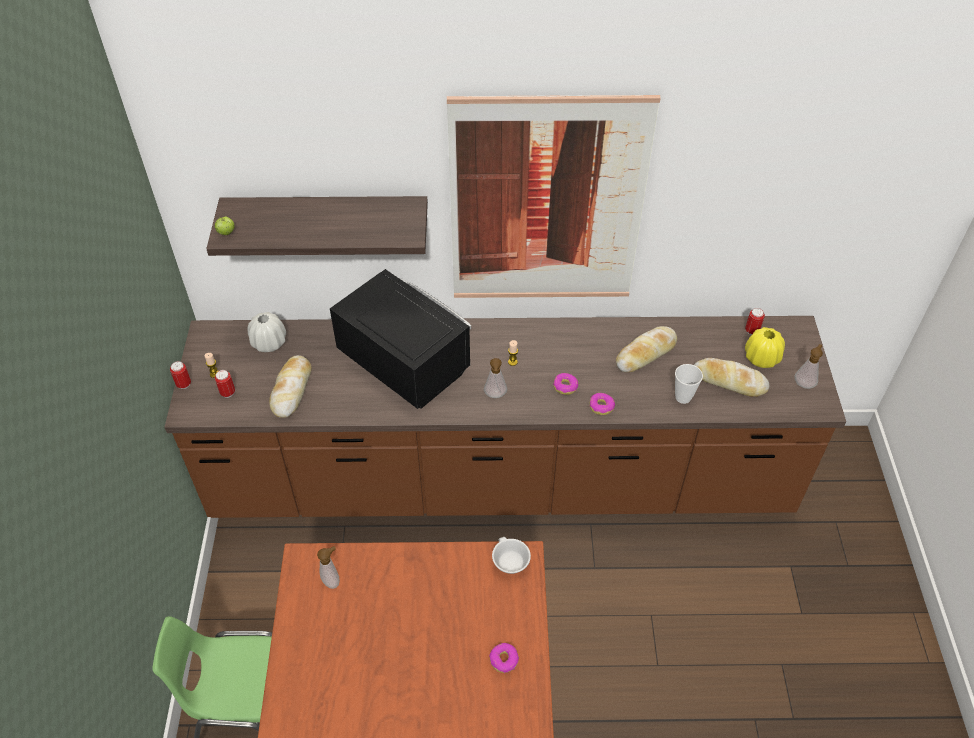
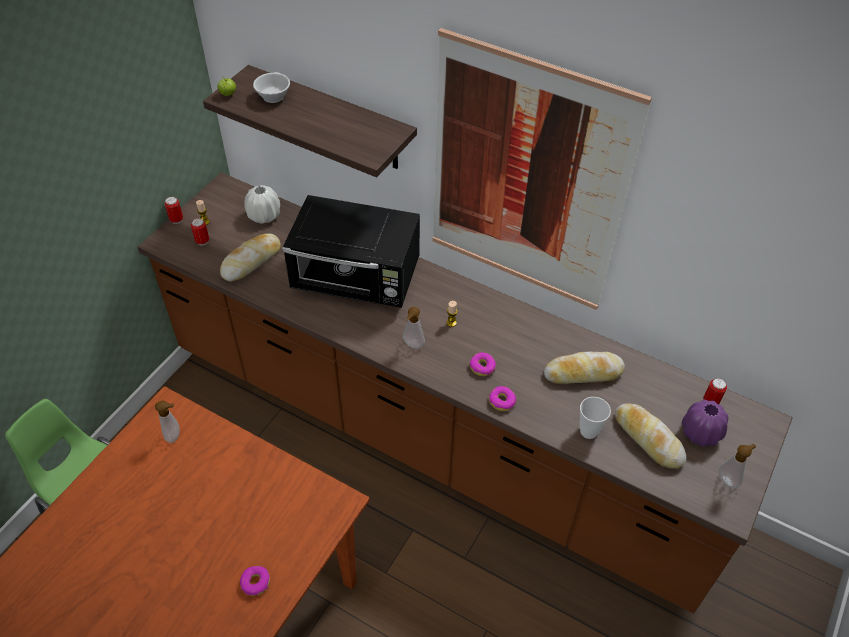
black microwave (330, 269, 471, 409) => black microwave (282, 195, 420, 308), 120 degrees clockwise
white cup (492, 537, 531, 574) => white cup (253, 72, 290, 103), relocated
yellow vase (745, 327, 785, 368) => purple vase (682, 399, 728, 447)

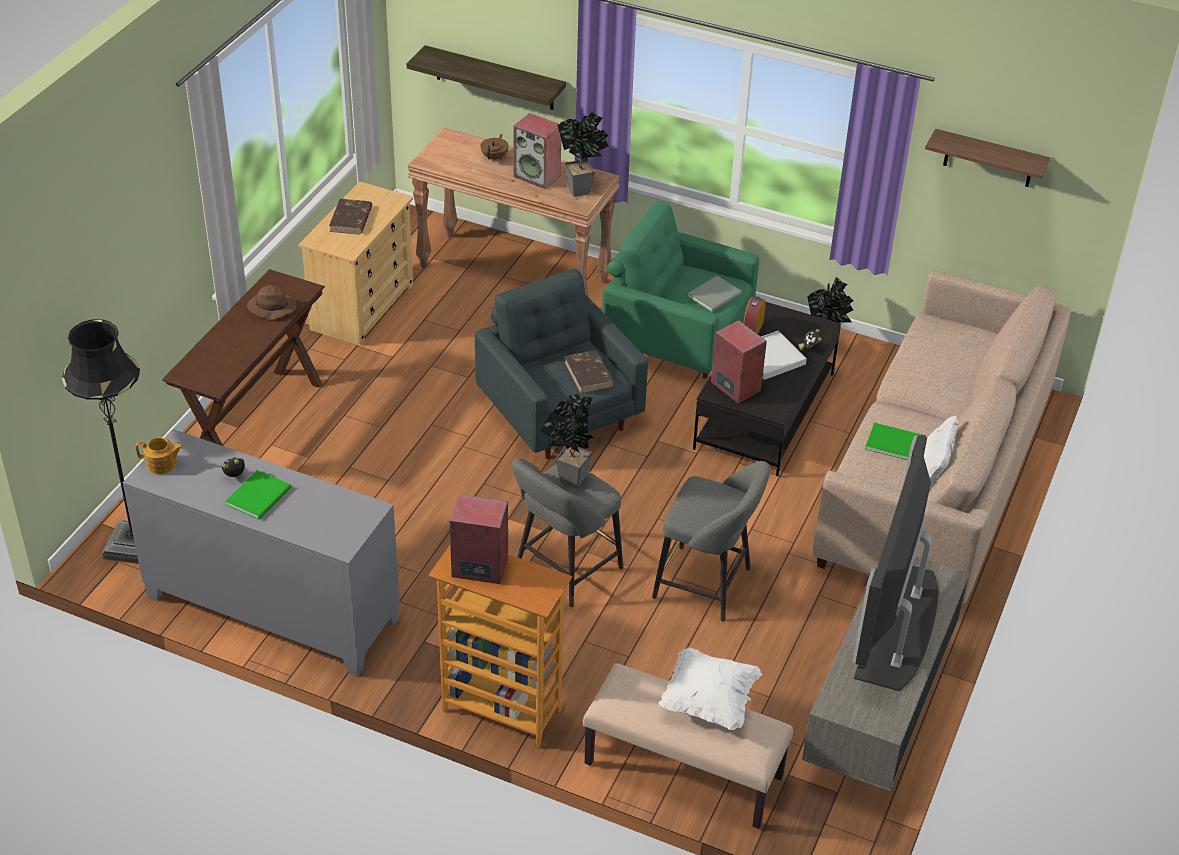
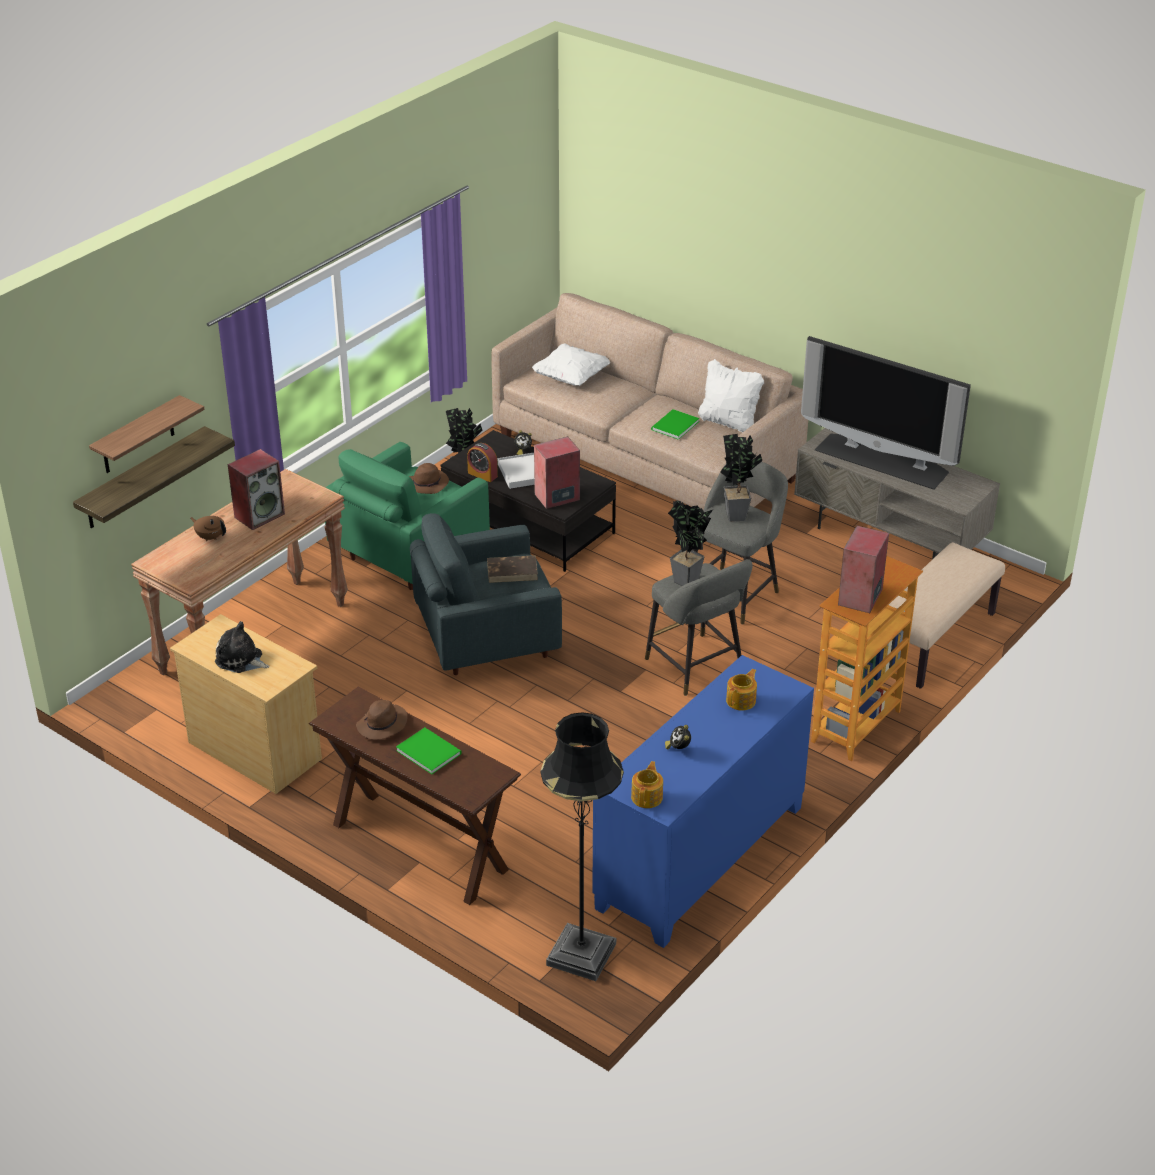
grey cabinet (123, 429, 400, 677) => blue cabinet (592, 655, 814, 948)
green book (225, 470, 291, 520) => green book (396, 728, 462, 774), relocated
brown book (329, 199, 372, 235) => plush toy (215, 621, 270, 673)
potted plant (557, 110, 608, 197) => potted plant (720, 434, 762, 522), relocated
white pillow (658, 648, 762, 730) => white pillow (532, 343, 610, 386), relocated
grey book (687, 276, 742, 312) => brown hat (409, 463, 449, 494)
shelf (925, 129, 1050, 187) => shelf (89, 395, 205, 473), relocated
nothing => teapot (726, 669, 757, 710)

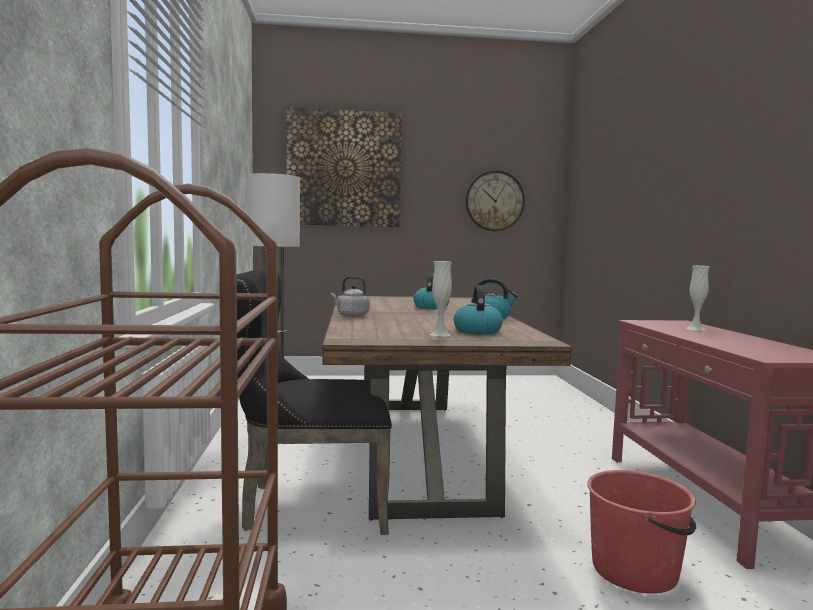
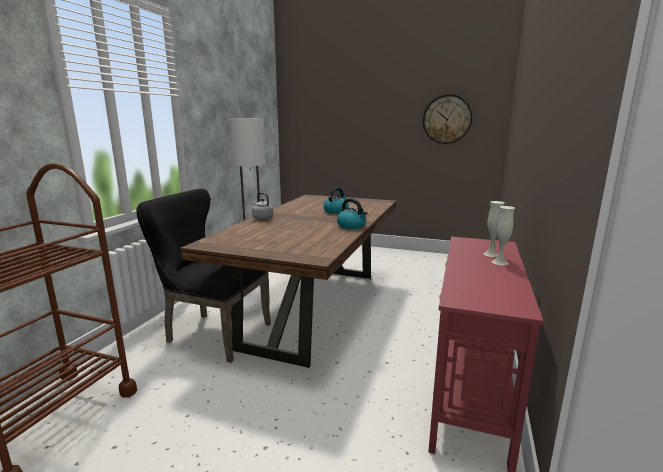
picture (287, 107, 402, 227) => nothing
white vase (430, 261, 452, 336) => white vase (491, 206, 515, 266), relocated
kettle (454, 285, 503, 335) => nothing
red bucket (587, 470, 696, 594) => nothing

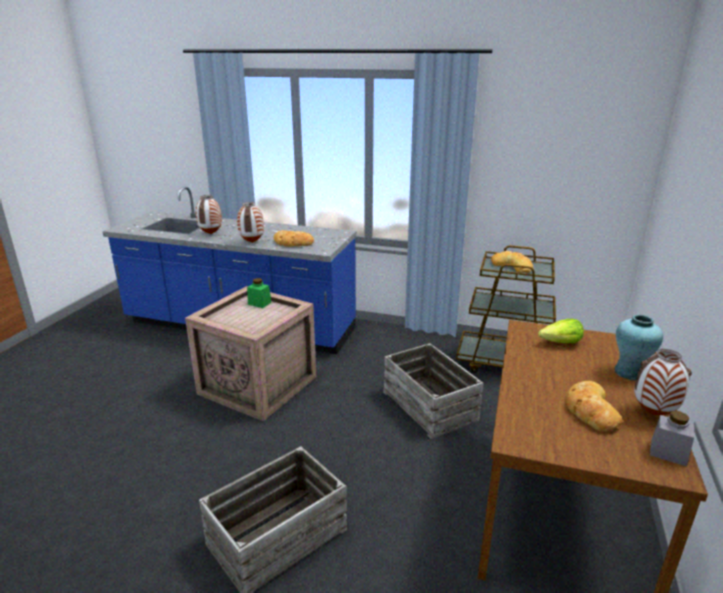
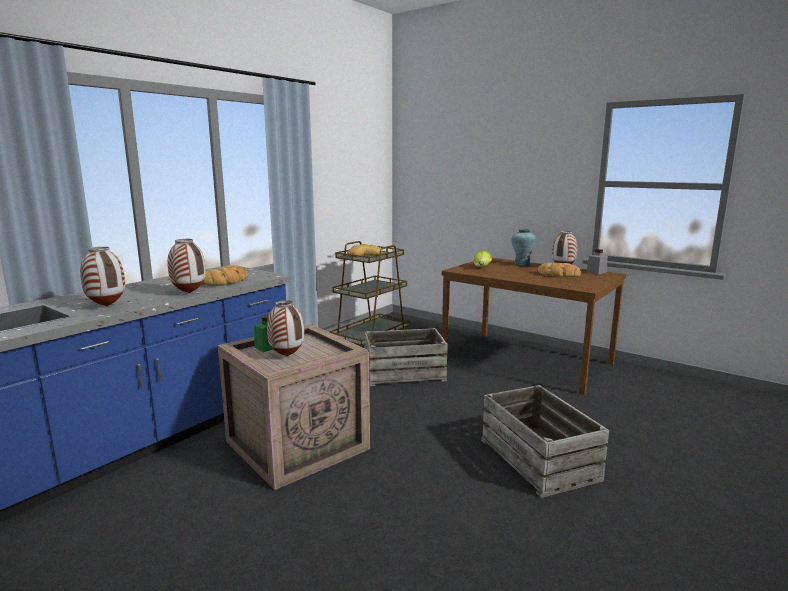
nothing => vase (267, 300, 304, 356)

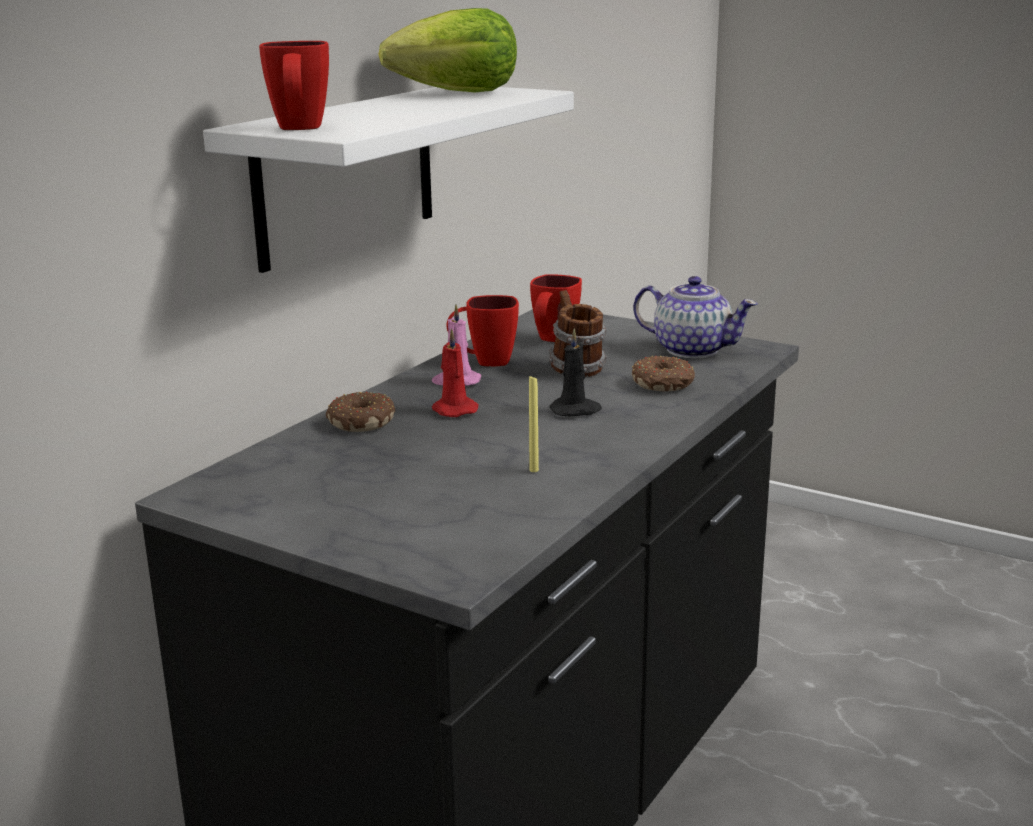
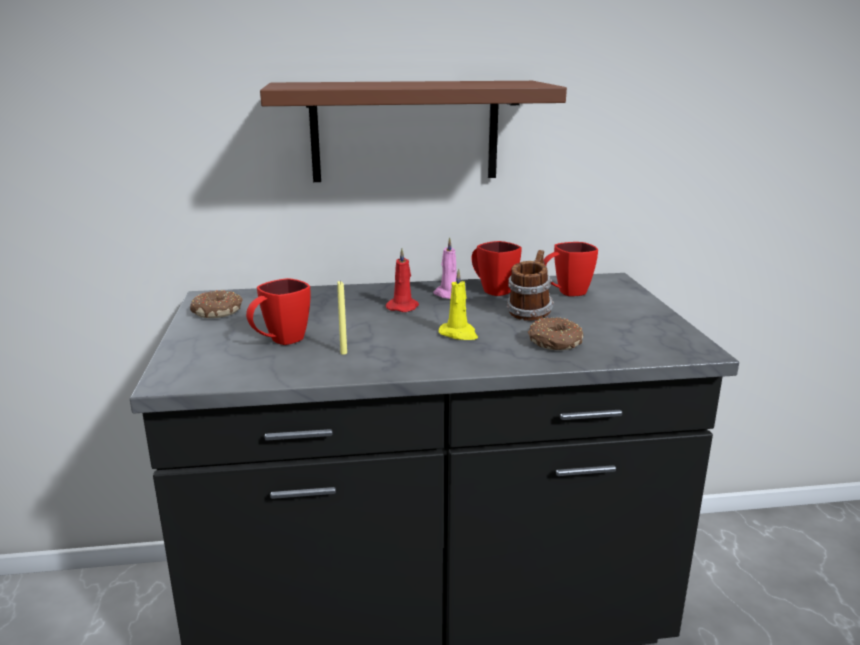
white shelf (203, 87, 574, 273) => brown shelf (260, 81, 567, 182)
red mug (259, 41, 329, 130) => red mug (246, 278, 310, 345), relocated
donut (326, 392, 395, 432) => donut (190, 290, 243, 318), relocated
lettuce (378, 8, 517, 92) => nothing
black candle (549, 328, 602, 416) => yellow candle (438, 269, 478, 340)
teapot (633, 276, 758, 358) => nothing

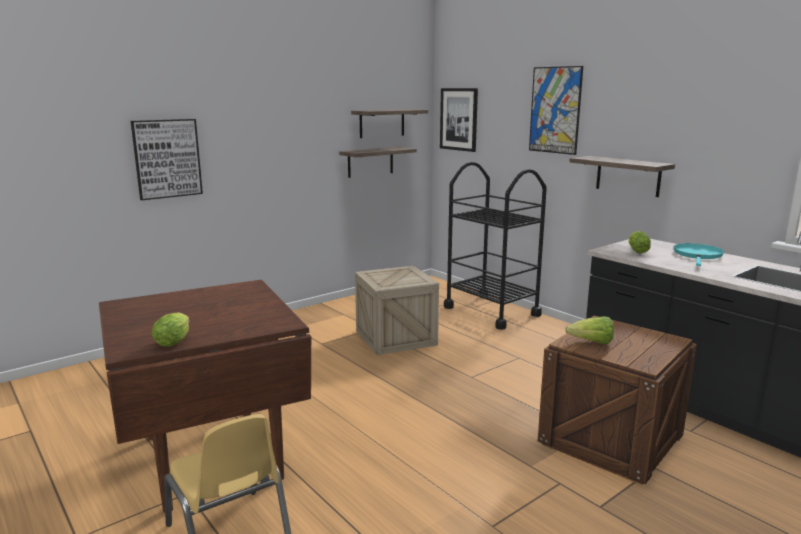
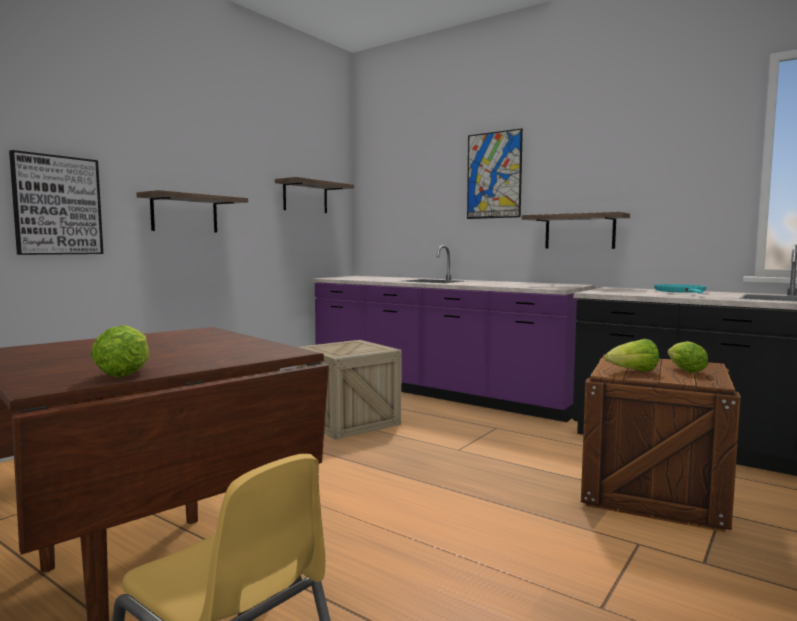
shelf (339, 147, 417, 178) => shelf (136, 190, 248, 232), relocated
picture (440, 88, 478, 152) => nothing
black cart (444, 162, 547, 330) => purple counter (311, 245, 595, 422)
lettuce (628, 231, 651, 253) => lettuce (668, 341, 708, 373), relocated

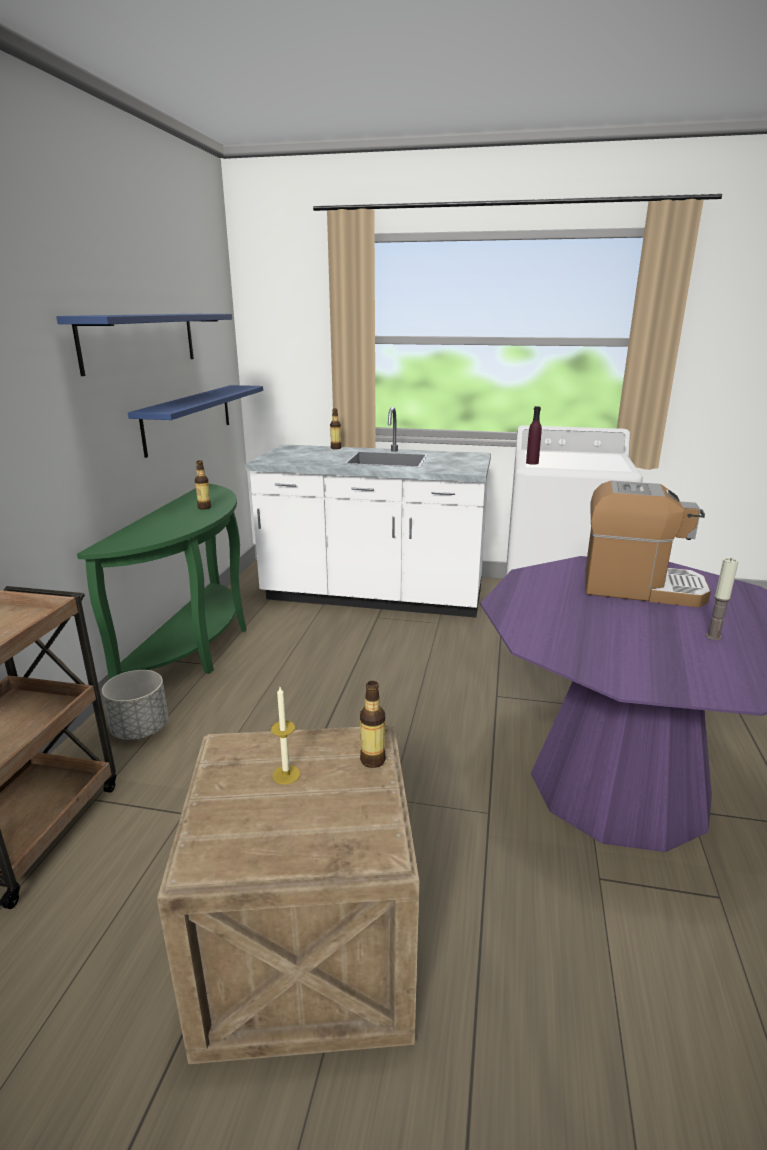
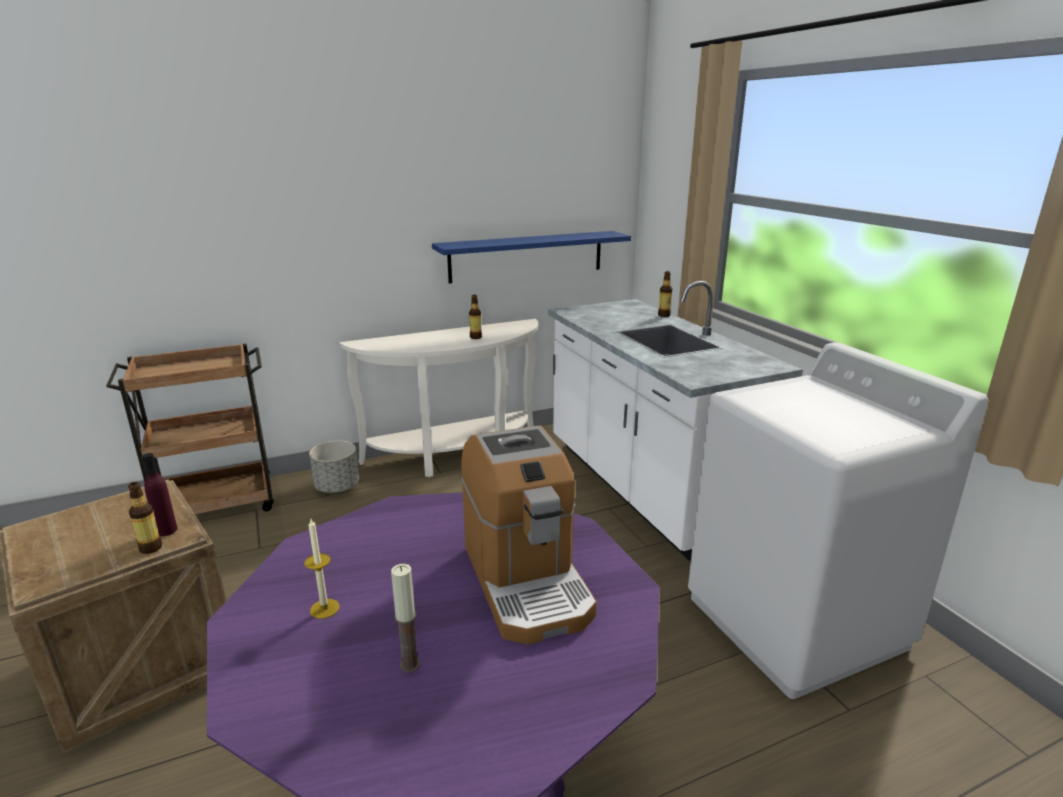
blue shelf (56, 314, 232, 376) => nothing
green console table (77, 484, 247, 680) => white console table (340, 319, 538, 477)
candle (271, 687, 300, 784) => candle (304, 519, 339, 619), relocated
purple bottle (526, 406, 542, 465) => purple bottle (142, 453, 178, 536), relocated

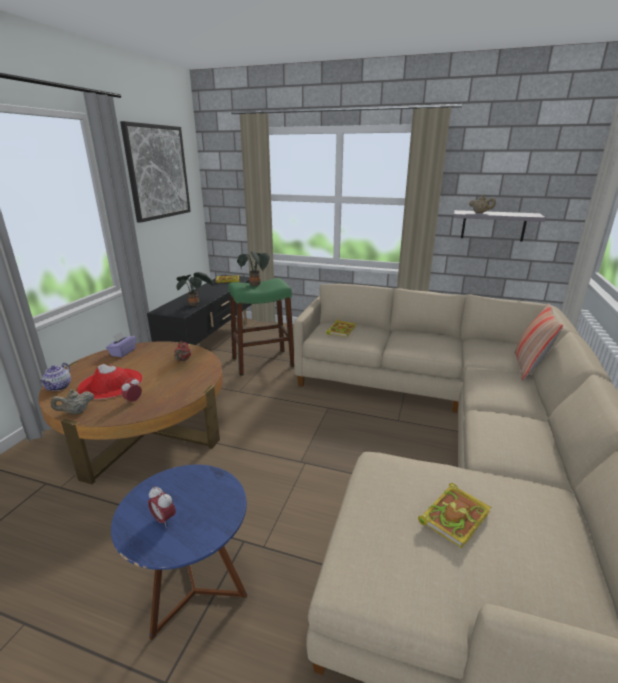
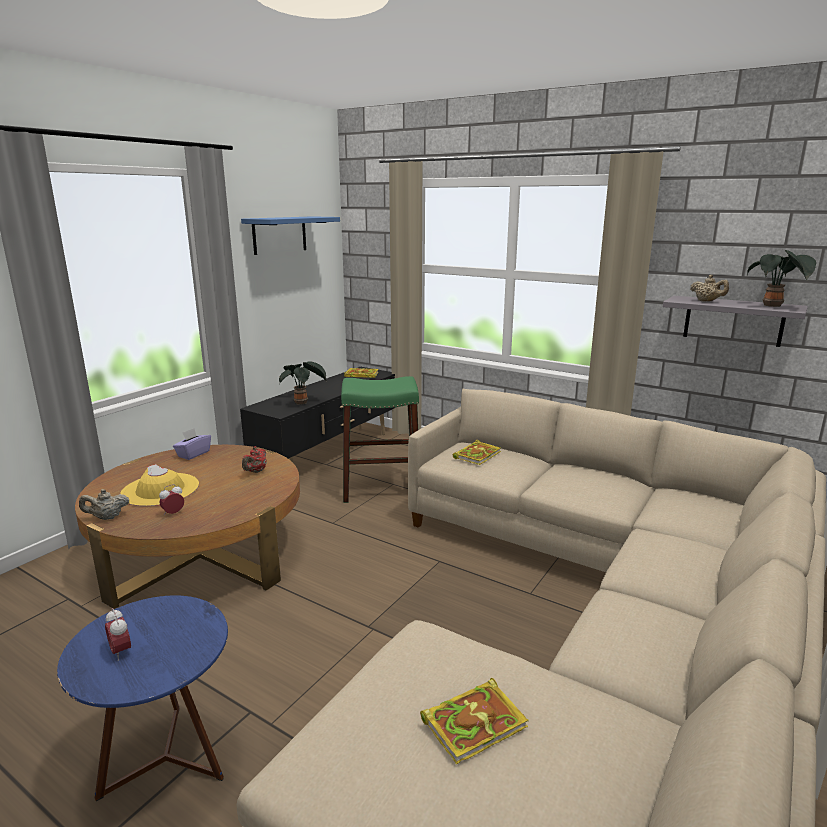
teapot (40, 363, 71, 391) => nothing
red hat (77, 364, 143, 399) => yellow hat (120, 464, 199, 506)
picture (120, 121, 191, 223) => blue shelf (241, 216, 340, 255)
potted plant (237, 251, 270, 286) => potted plant (747, 250, 816, 307), relocated
pillow (514, 303, 563, 380) => nothing

